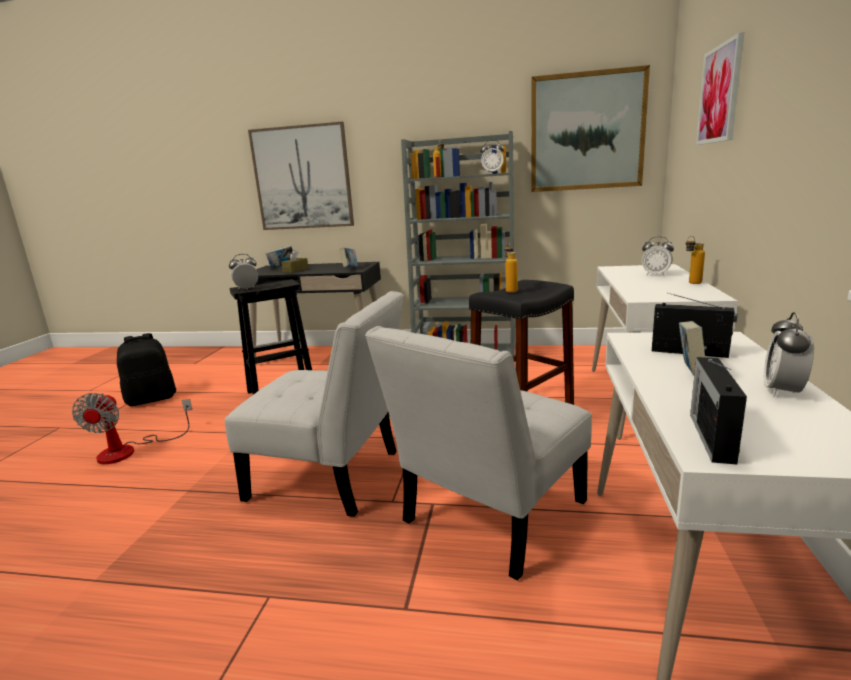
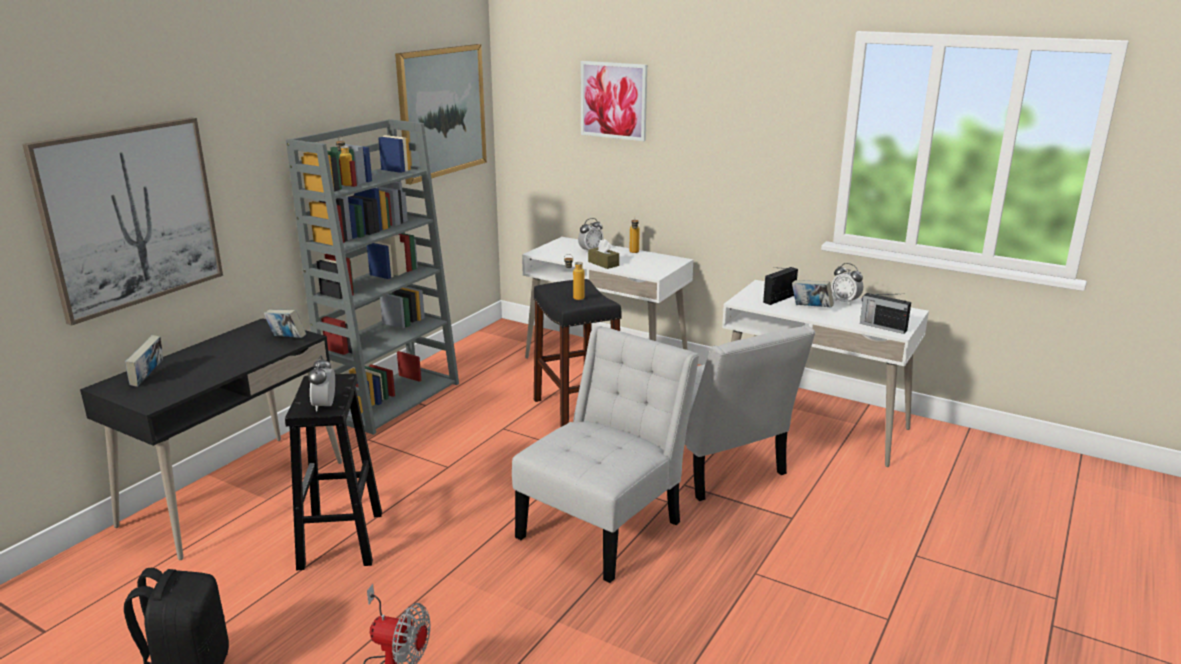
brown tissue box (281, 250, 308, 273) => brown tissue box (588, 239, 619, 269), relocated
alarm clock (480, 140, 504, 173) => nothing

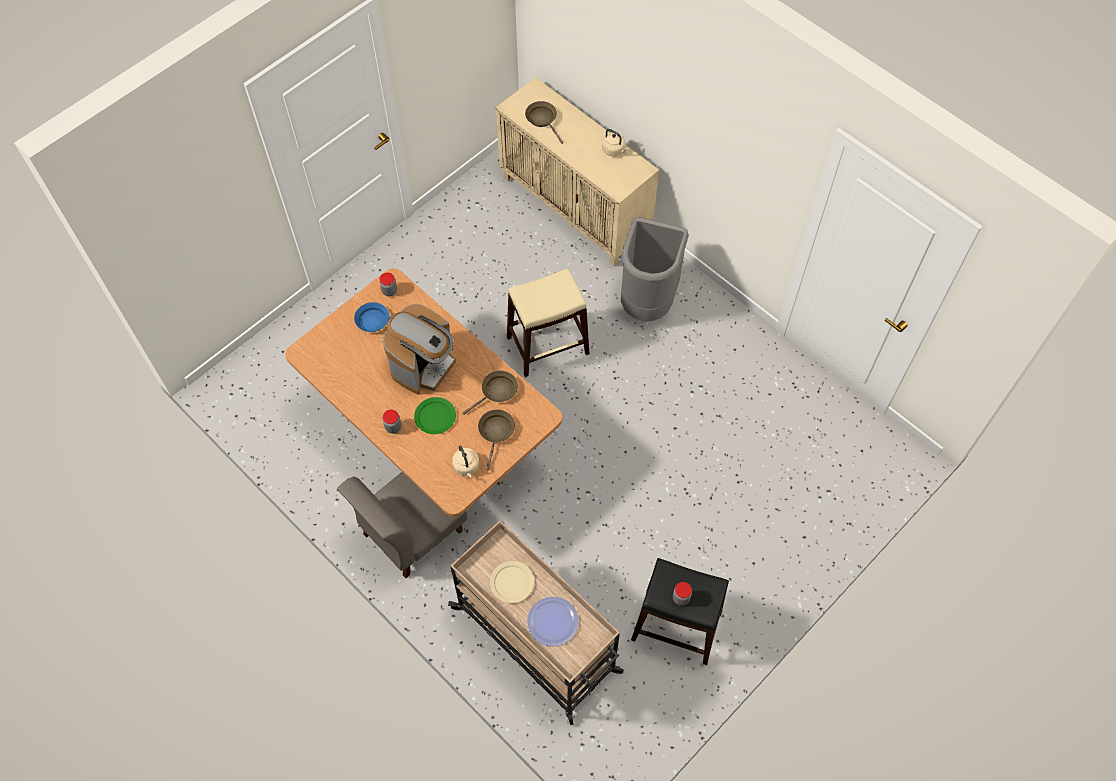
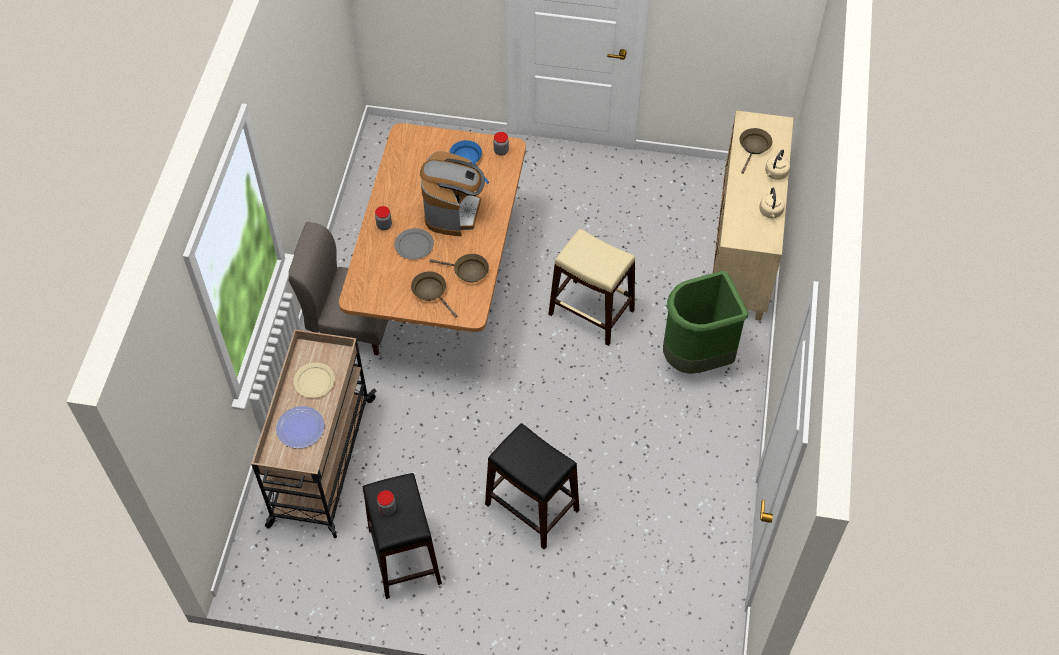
coffee machine (383, 304, 456, 395) => coffee machine (420, 151, 485, 236), 75 degrees counterclockwise
green plate (414, 397, 456, 434) => grey plate (395, 228, 434, 260)
beige kettle (452, 445, 479, 478) => beige kettle (765, 149, 790, 180), relocated
brown frying pan (478, 410, 515, 470) => brown frying pan (411, 271, 457, 318), 105 degrees counterclockwise
grey trash can (621, 217, 689, 321) => green trash can (663, 271, 748, 374)
nothing => black stool (485, 423, 579, 550)

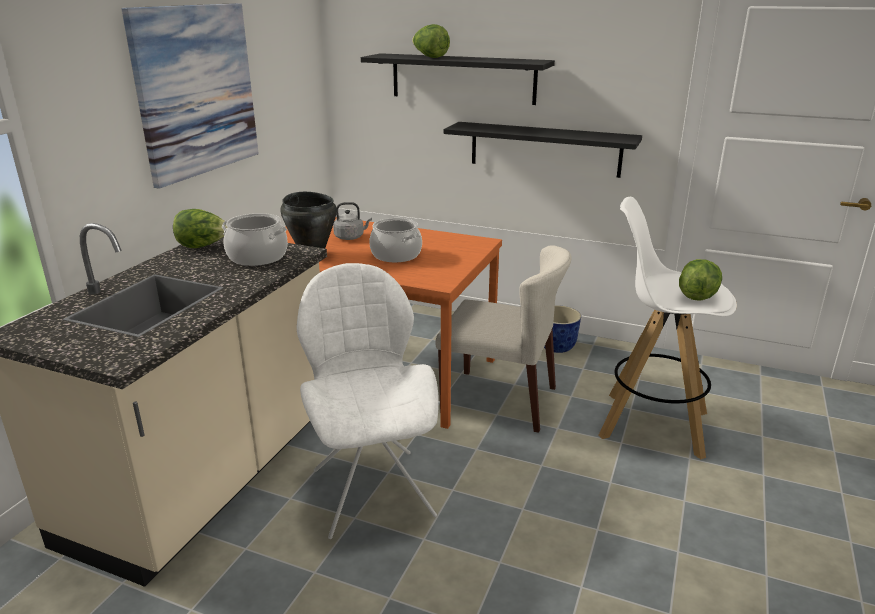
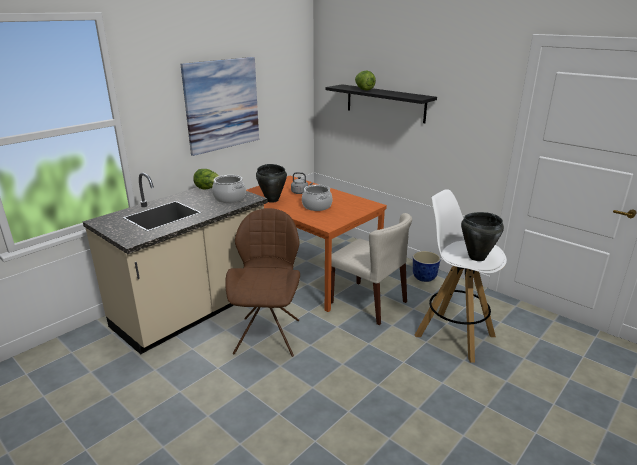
white chair (297, 263, 439, 539) => brown chair (225, 208, 300, 357)
black shelf (444, 122, 642, 178) => nothing
lettuce (679, 259, 722, 301) => black cooking pot (461, 212, 504, 261)

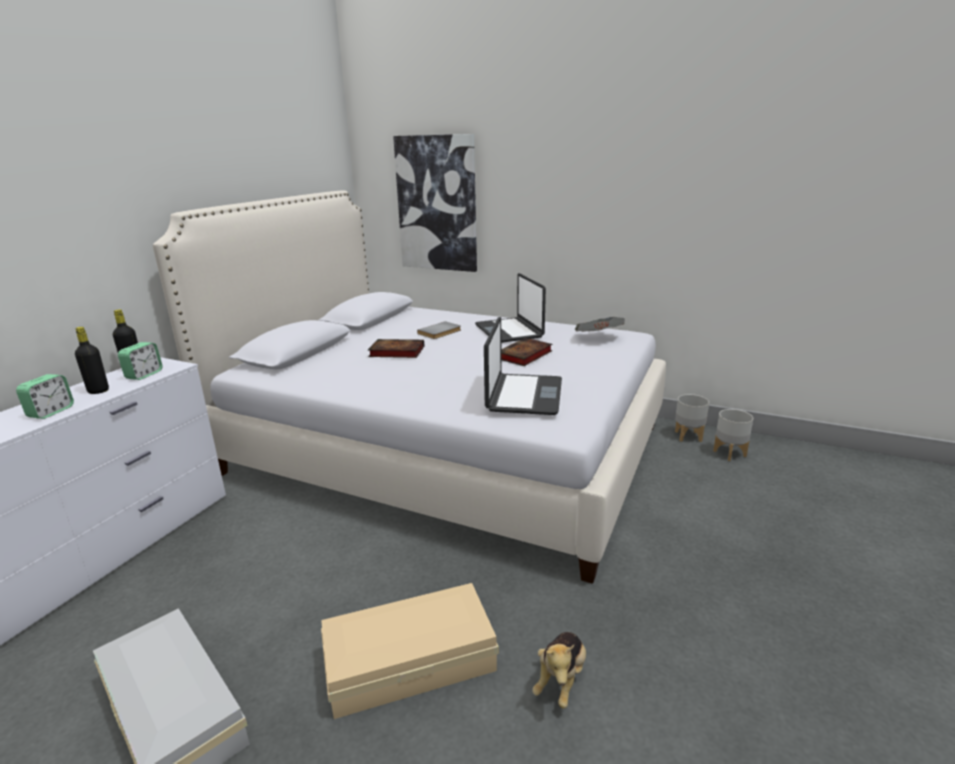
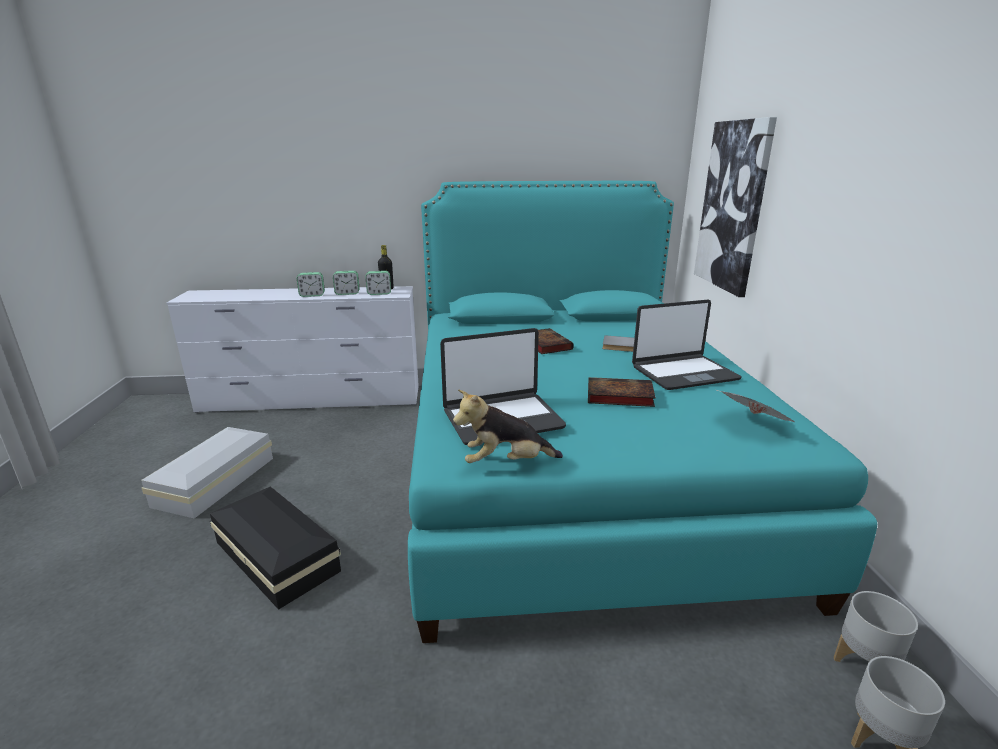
black bottle (75, 327, 109, 394) => alarm clock (333, 271, 360, 295)
white bed (153, 190, 666, 584) => turquoise bed (408, 181, 877, 643)
beige storage box (321, 583, 499, 719) => black storage box (210, 486, 341, 610)
laptop (475, 273, 546, 343) => laptop (632, 300, 741, 390), 150 degrees counterclockwise
plush toy (532, 632, 586, 708) => plush toy (453, 390, 563, 463), relocated

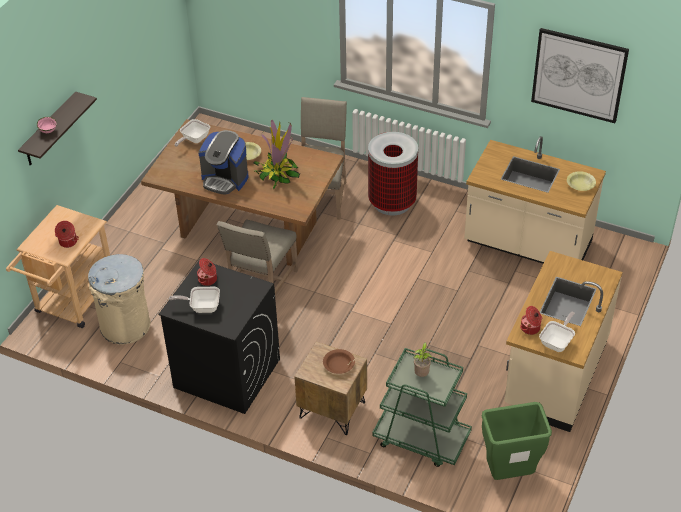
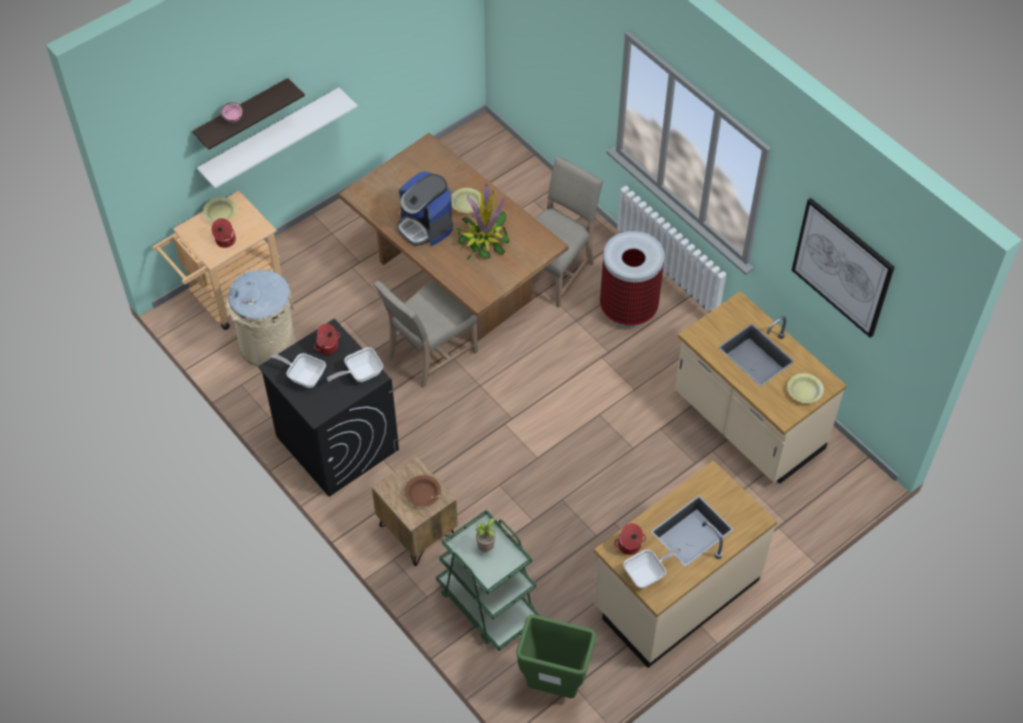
frying pan (175, 119, 210, 147) => frying pan (327, 347, 383, 382), relocated
nothing => white shelf (197, 88, 358, 188)
nothing => yellow bowl (203, 197, 237, 222)

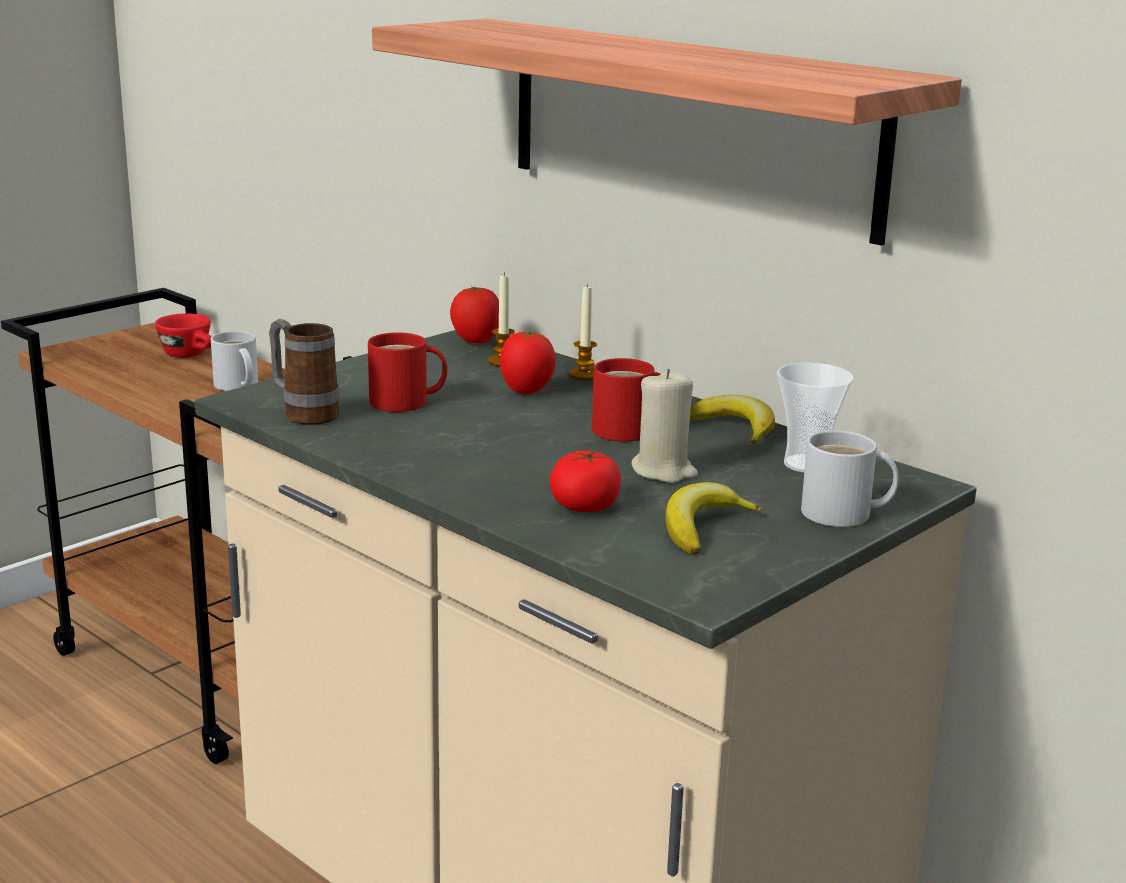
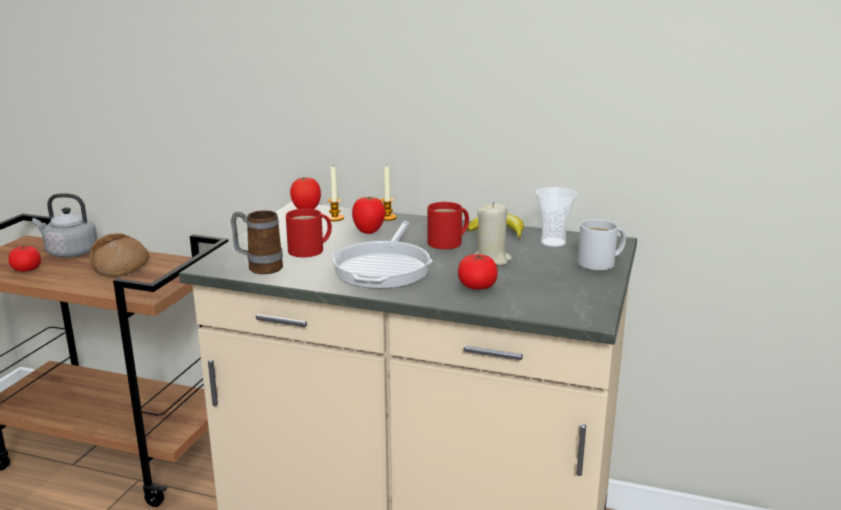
red cup (155, 313, 212, 358) => grey kettle (32, 193, 98, 258)
white mug (211, 331, 258, 391) => bread (89, 233, 149, 277)
shelf (372, 19, 962, 246) => nothing
banana (665, 482, 762, 554) => nothing
nothing => tomato (8, 246, 41, 272)
nothing => frying pan (332, 221, 432, 289)

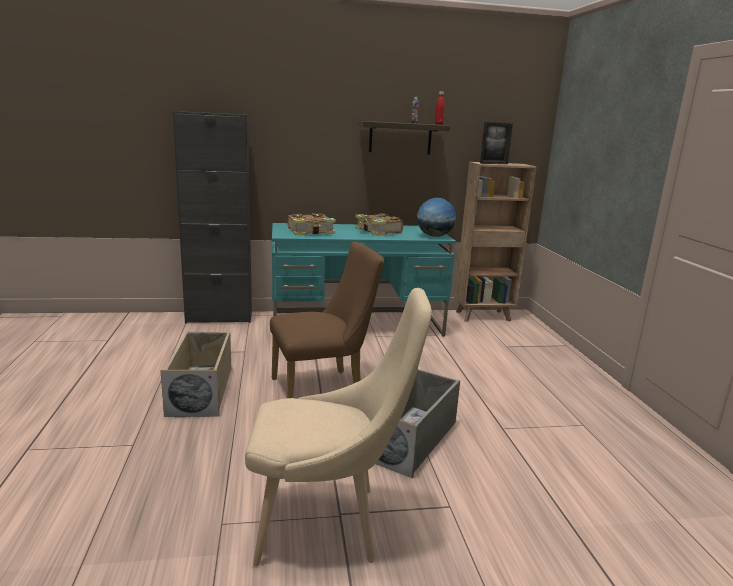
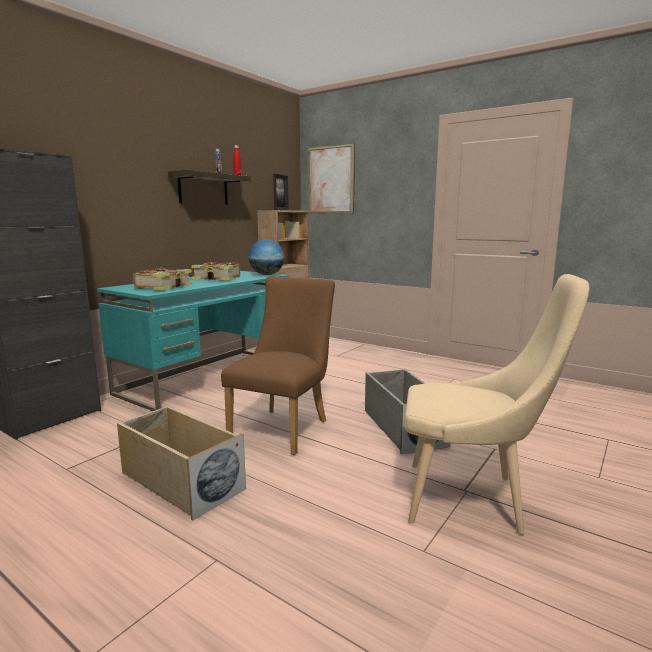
beige chair (245, 288, 432, 567) => beige chair (405, 274, 589, 534), 60 degrees clockwise
nothing => picture (308, 143, 355, 214)

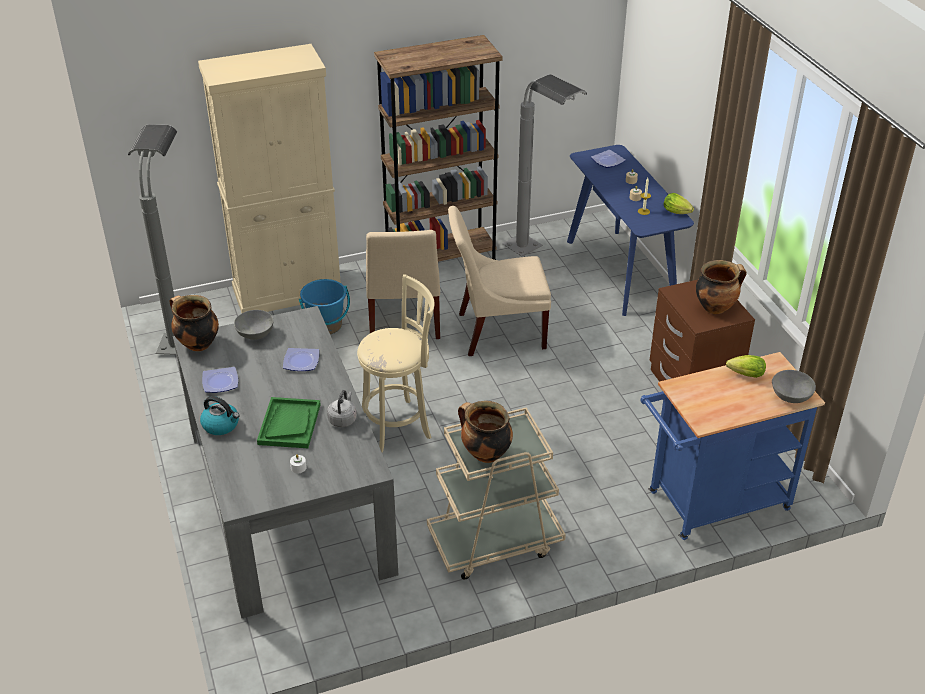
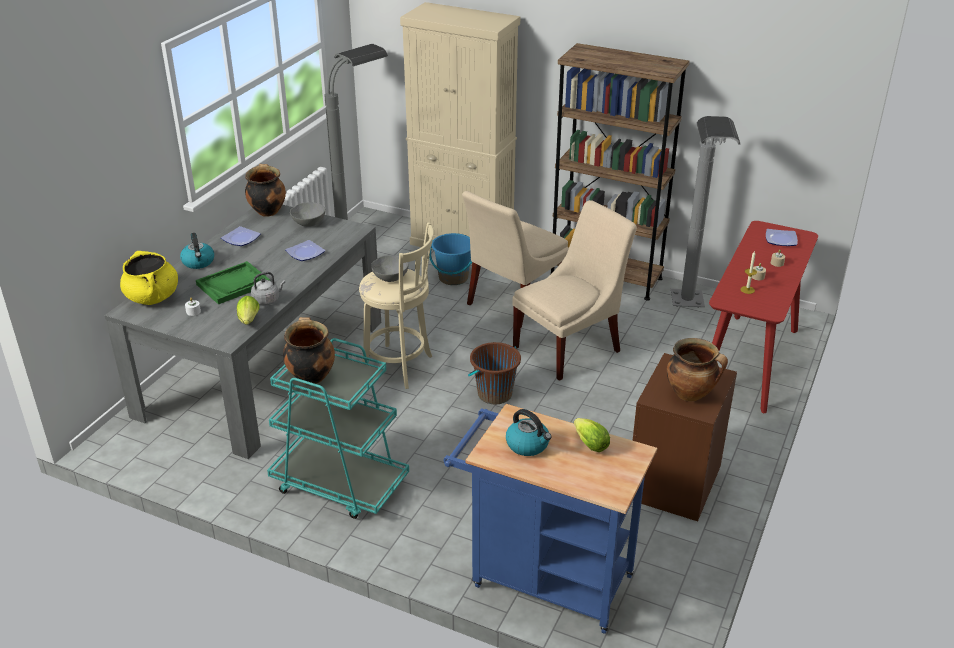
beige cart (427, 407, 566, 580) => turquoise cart (267, 338, 409, 519)
beige chair (448, 206, 551, 356) => beige chair (512, 200, 637, 381), 105 degrees clockwise
blue console table (567, 145, 694, 316) => red console table (709, 221, 818, 413)
lettuce (664, 193, 694, 214) => lettuce (237, 296, 260, 325), relocated
grey bowl (772, 370, 816, 403) => grey bowl (371, 255, 408, 282), relocated
nothing => yellow cooking pot (120, 251, 178, 305)
nothing => brown bucket (468, 342, 521, 404)
nothing => kettle (506, 409, 552, 456)

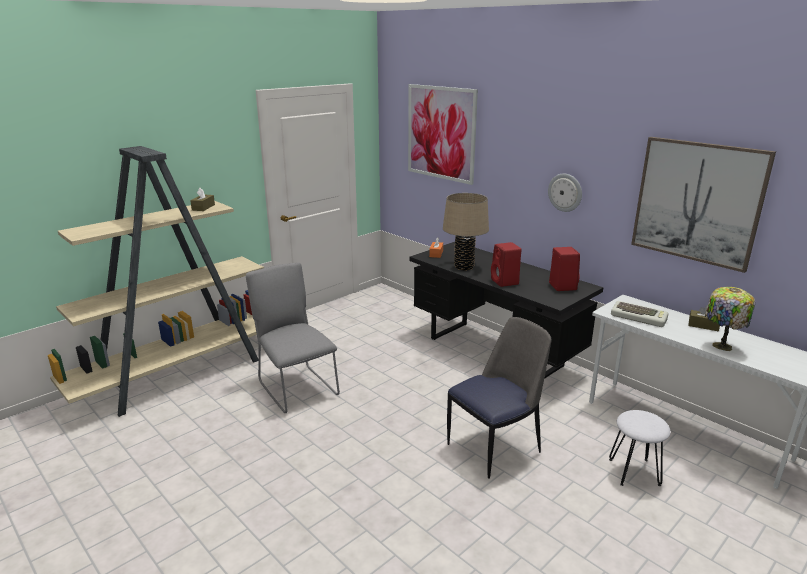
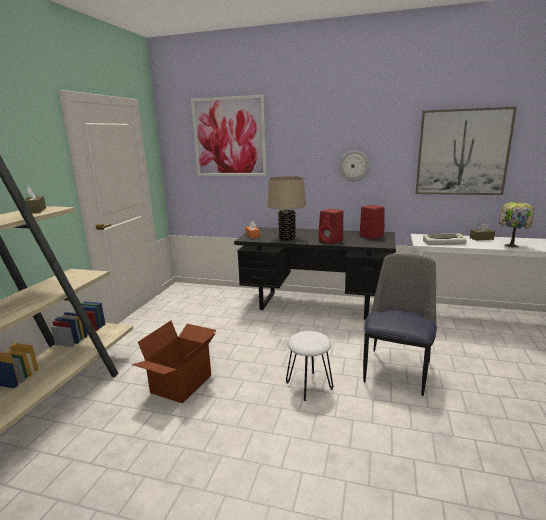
grey chair (246, 262, 340, 413) => cardboard box (132, 320, 216, 404)
white stool (609, 410, 671, 486) => white stool (286, 331, 333, 401), relocated

